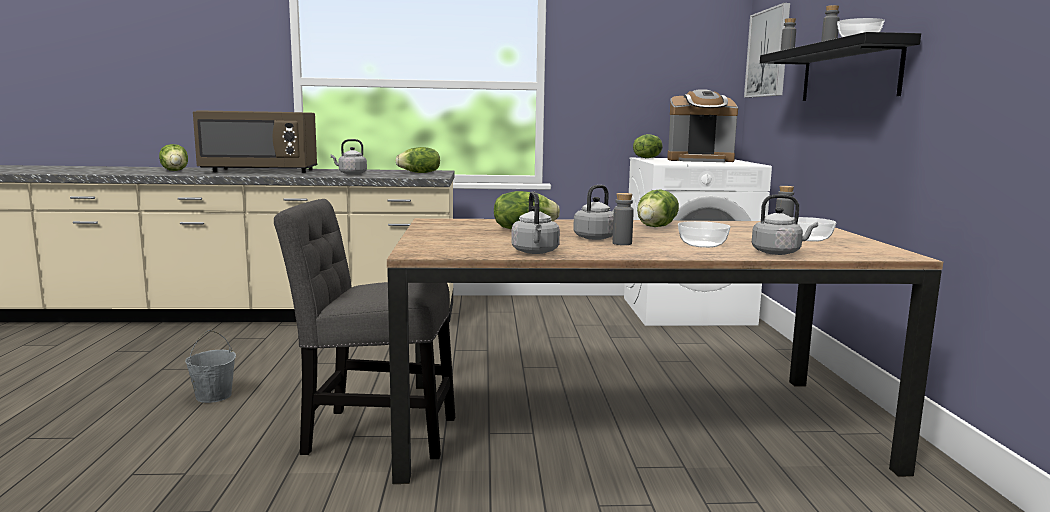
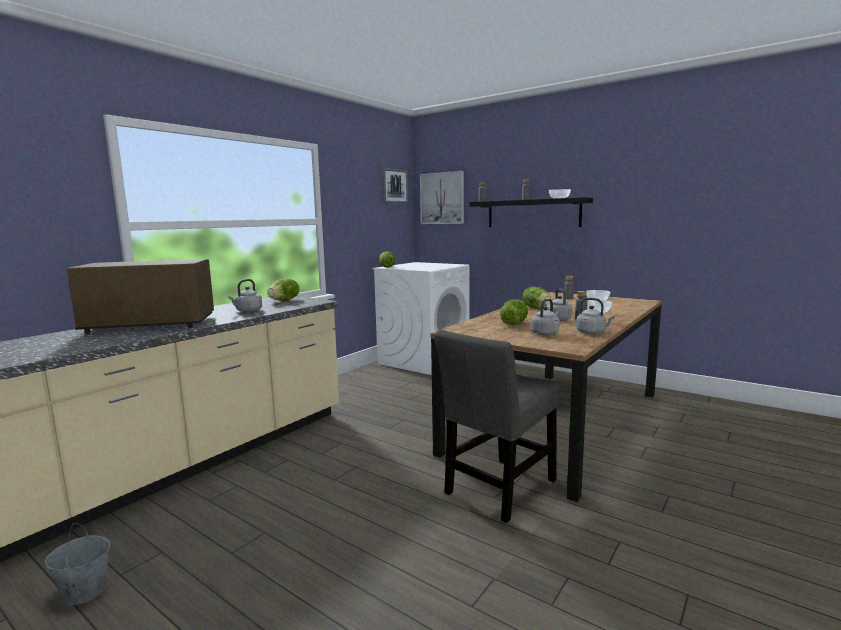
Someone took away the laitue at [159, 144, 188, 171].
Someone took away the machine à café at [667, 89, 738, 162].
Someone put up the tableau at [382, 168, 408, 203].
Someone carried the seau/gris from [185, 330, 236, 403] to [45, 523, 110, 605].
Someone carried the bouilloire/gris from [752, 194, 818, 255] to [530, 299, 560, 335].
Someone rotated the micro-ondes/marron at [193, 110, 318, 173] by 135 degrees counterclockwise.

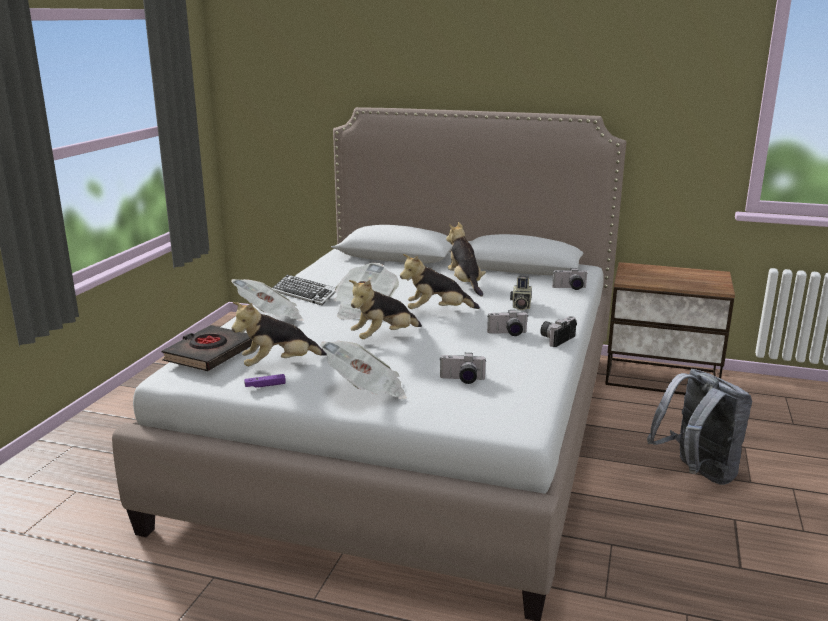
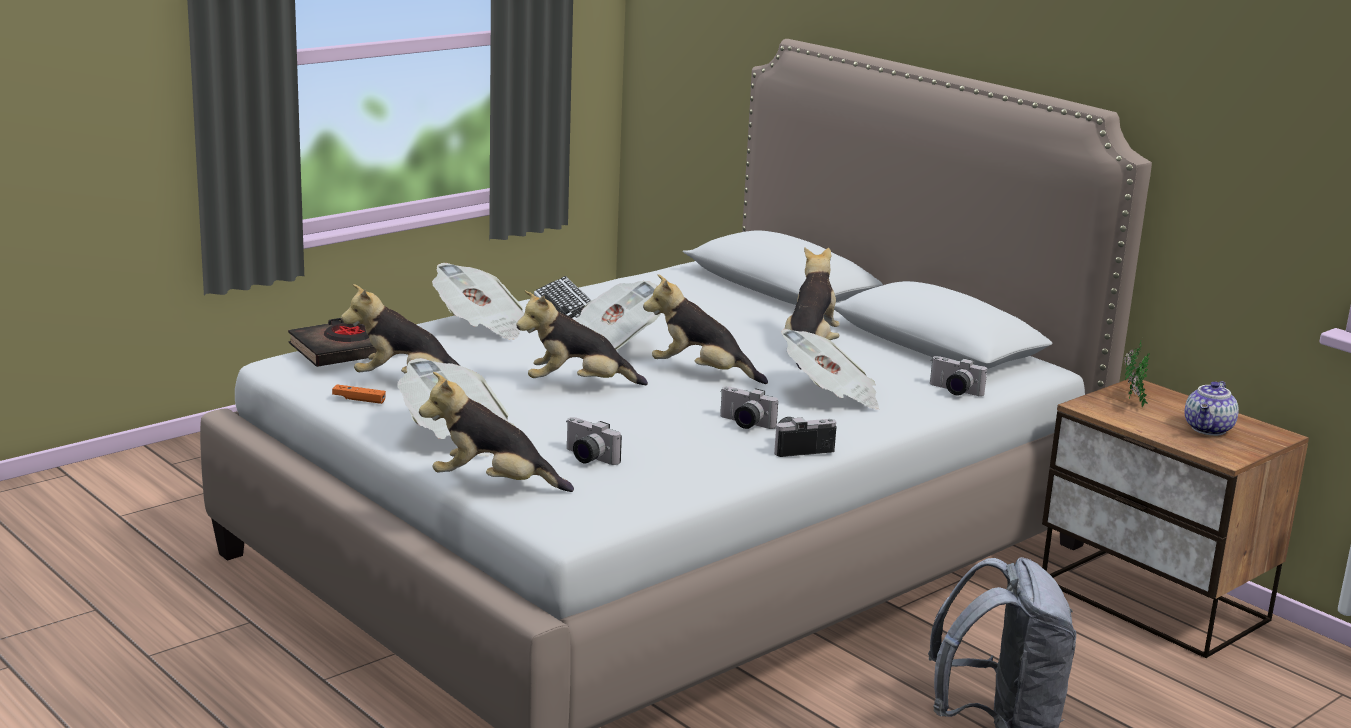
Someone put down the peluche at [419, 372, 574, 492].
Someone put down the plante en pot at [1124, 337, 1150, 408].
Someone put down the théière at [1185, 381, 1239, 436].
Someone swapped the appareil photo at [510, 276, 532, 310] for the journal at [781, 329, 879, 409].
Someone repainted the manette/violet at [244, 374, 286, 388], which became the manette/orange at [332, 384, 386, 404].

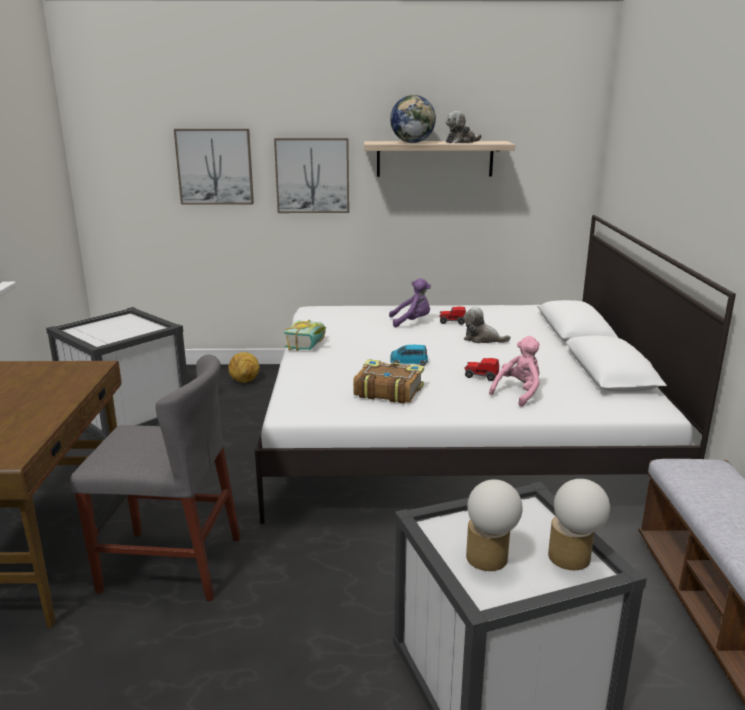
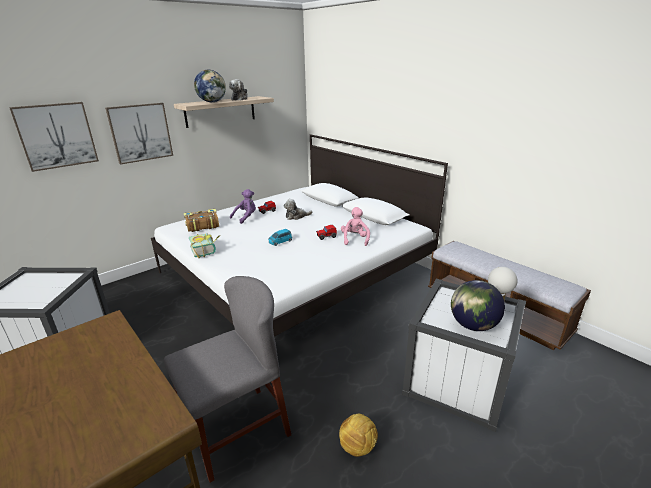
Someone carried the ballon de foot from [228, 352, 260, 383] to [339, 414, 378, 457].
Someone carried the livre from [353, 359, 424, 404] to [184, 209, 219, 232].
Someone swapped the lampe de table at [466, 479, 523, 571] for the globe at [451, 280, 505, 331].

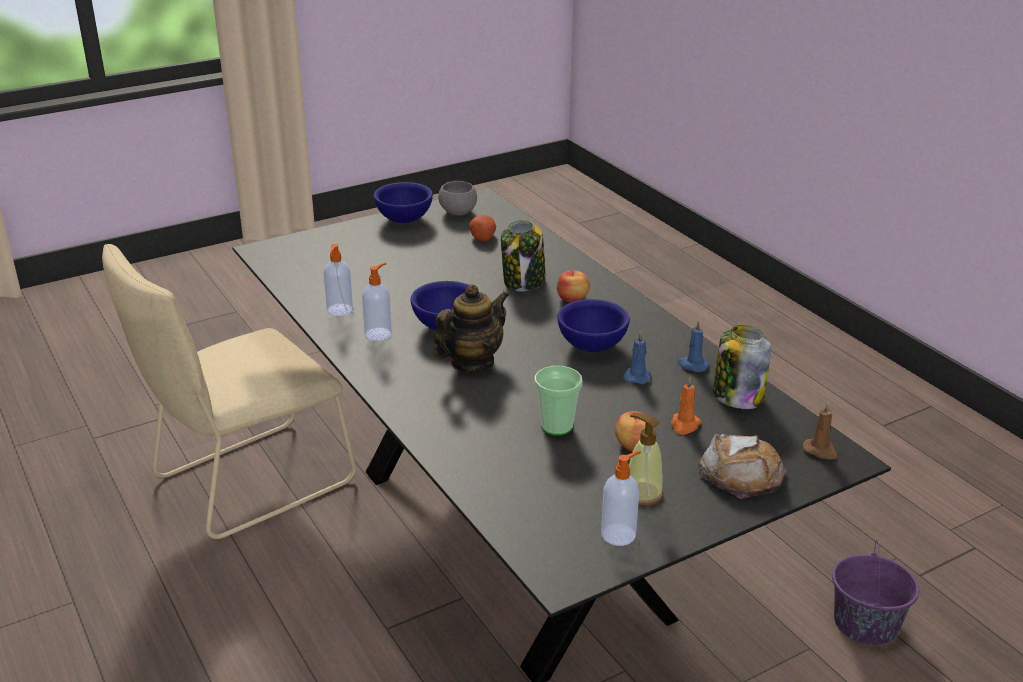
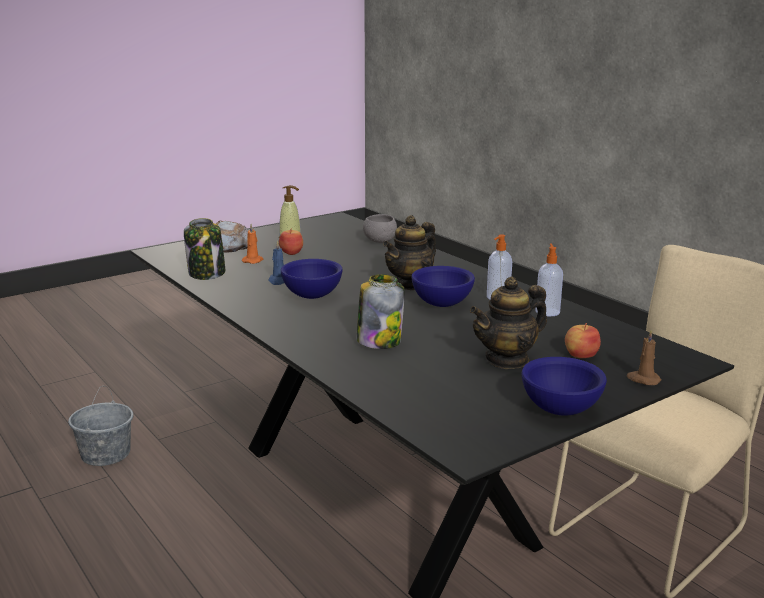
Someone took away the pomme de terre at [469, 215, 496, 241].
Someone took away the tasse at [535, 366, 582, 436].
Someone took away the distributeur de savon at [601, 451, 641, 546].
Someone took away the bougie/bleu at [677, 320, 709, 372].
Someone put down the théière at [470, 277, 547, 369].
Someone carried the bol/gris from [438, 181, 477, 216] to [363, 214, 397, 243].
Someone carried the pomme from [557, 271, 590, 302] to [565, 323, 601, 358].
Someone carried the bougie/marron from [803, 402, 838, 459] to [627, 330, 662, 385].
Someone repainted the seau/violet at [832, 540, 919, 645], which became the seau/gris at [68, 386, 133, 466].

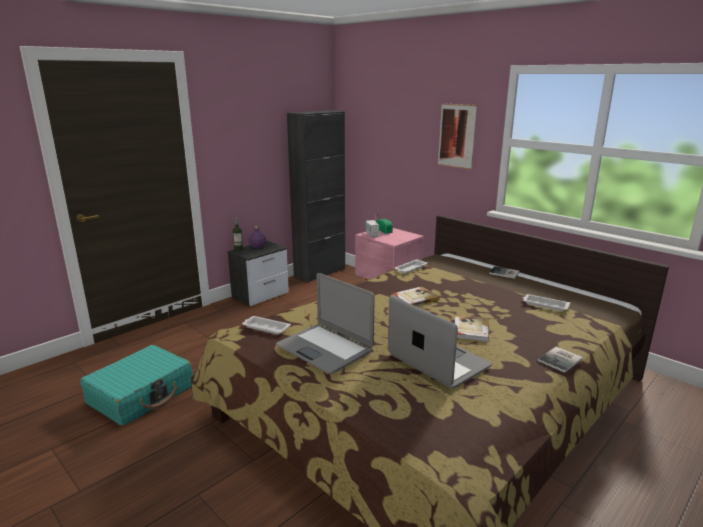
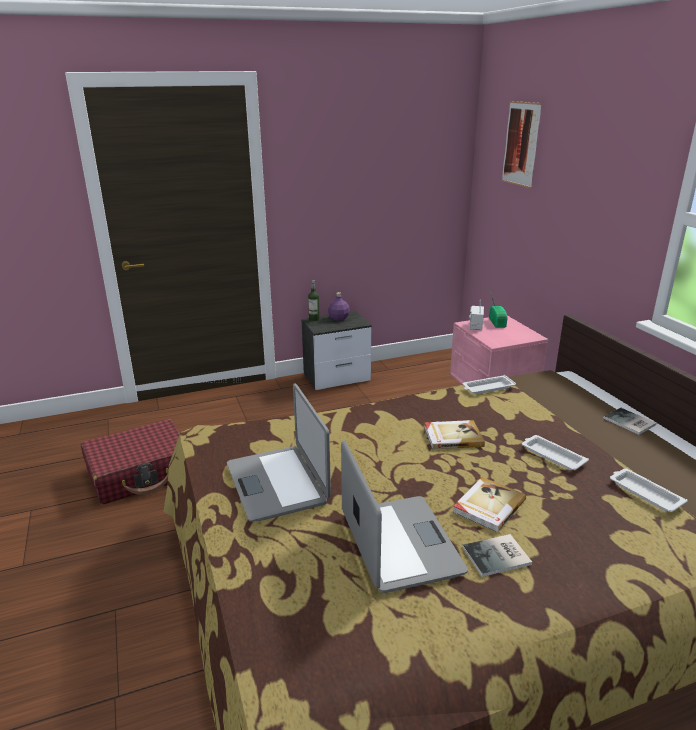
Someone took away the meuble de rangement/noir at [287, 110, 345, 283].
Someone carried the plateau/blanc from [242, 316, 291, 335] to [522, 435, 589, 470].
Someone carried the tableau from [438, 103, 477, 169] to [502, 101, 542, 188].
Someone carried the livre from [537, 346, 583, 373] to [462, 534, 532, 577].
Someone repainted the valise/turquoise at [80, 345, 193, 426], which became the valise/rouge at [81, 419, 180, 505].

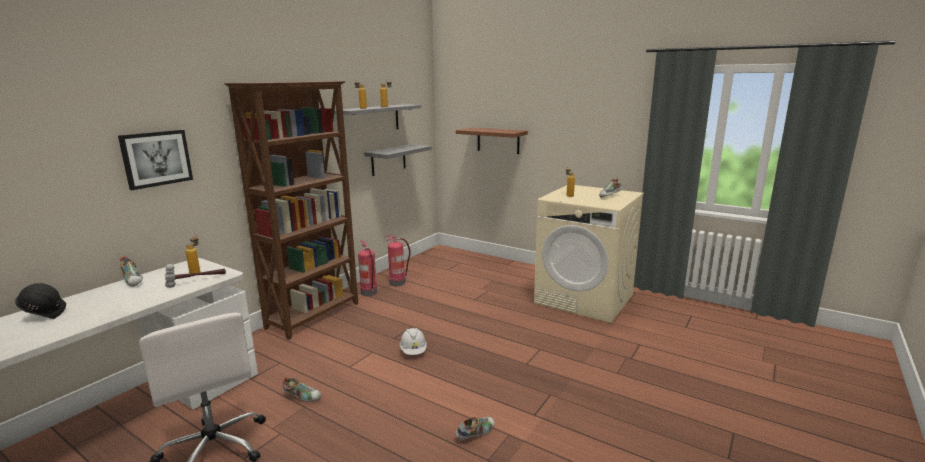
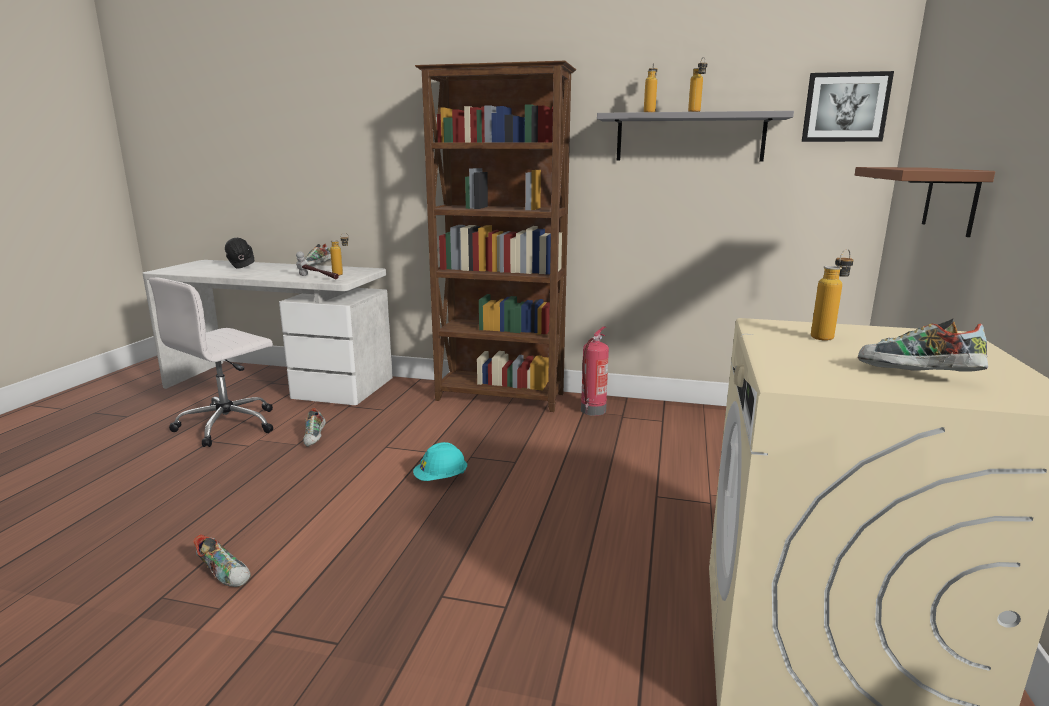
Someone took away the étagère/gris at [364, 144, 432, 176].
Someone took away the extincteur at [385, 235, 410, 286].
Someone carried the tableau from [118, 130, 193, 190] to [802, 71, 894, 142].
Someone repainted the casque de chantier/blanc at [400, 328, 427, 355], which became the casque de chantier/turquoise at [413, 442, 467, 481].

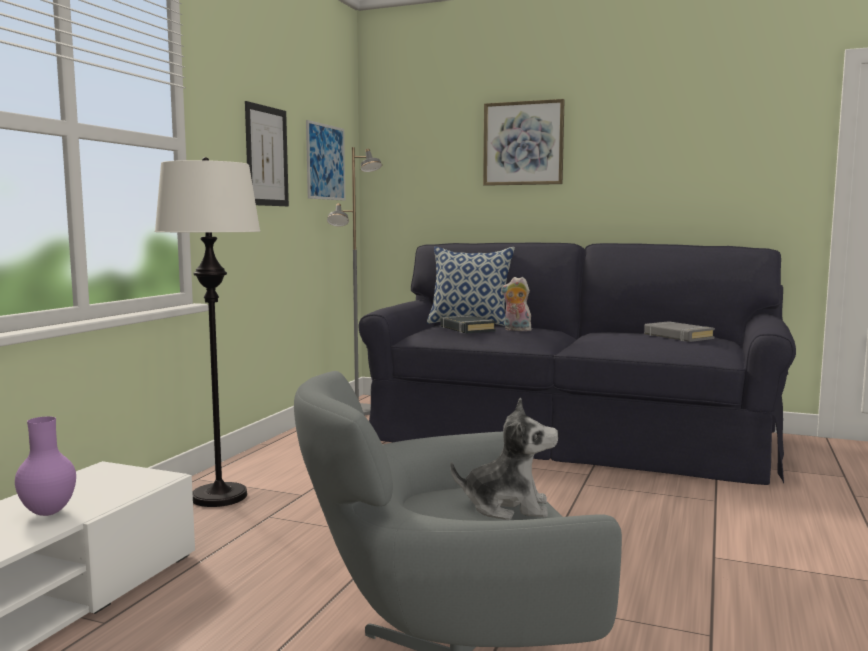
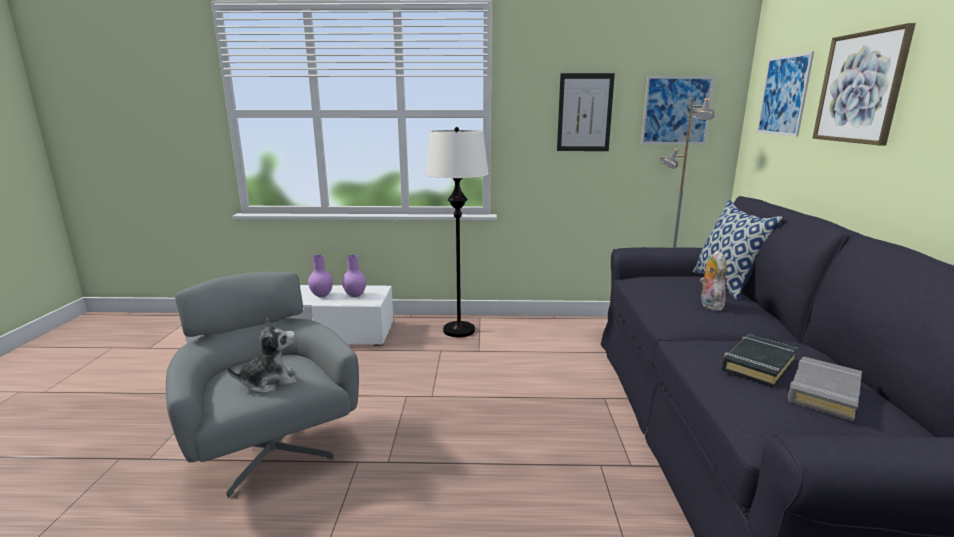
Someone put down the vase/violet at [342, 255, 366, 297].
Someone put up the tableau at [757, 52, 814, 136].
Someone carried the livre/noir from [440, 315, 496, 333] to [721, 334, 798, 388].
Someone rotated the peluche at [450, 398, 559, 520] by 105 degrees counterclockwise.

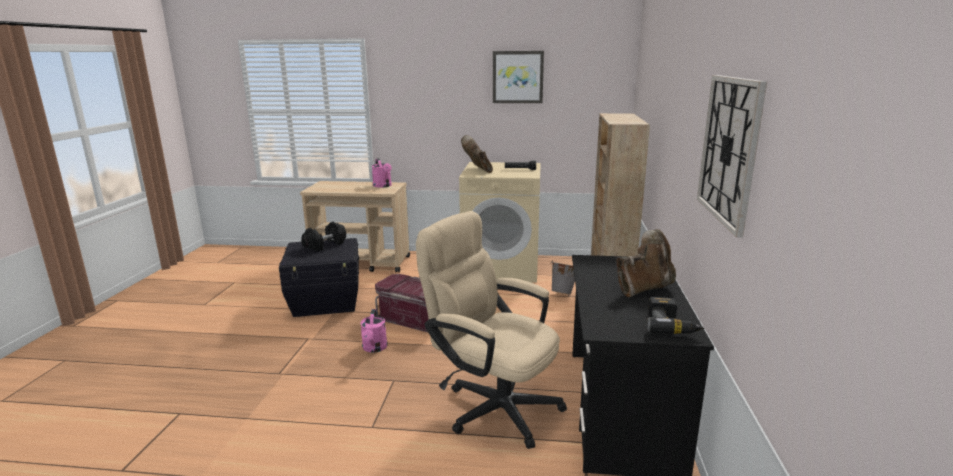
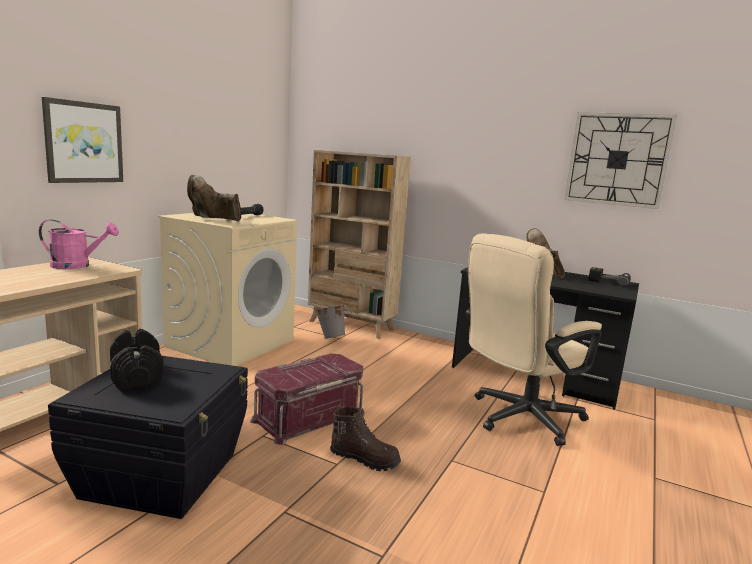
Someone carried the tableau from [493, 51, 544, 103] to [42, 97, 123, 183].
Someone swapped the arrosoir/rose at [360, 309, 388, 353] for the botte/marron at [330, 407, 401, 471].

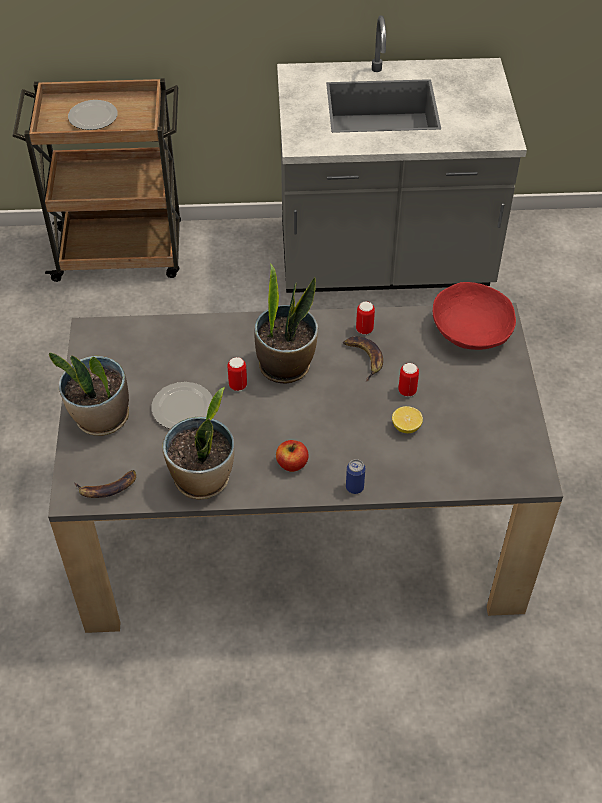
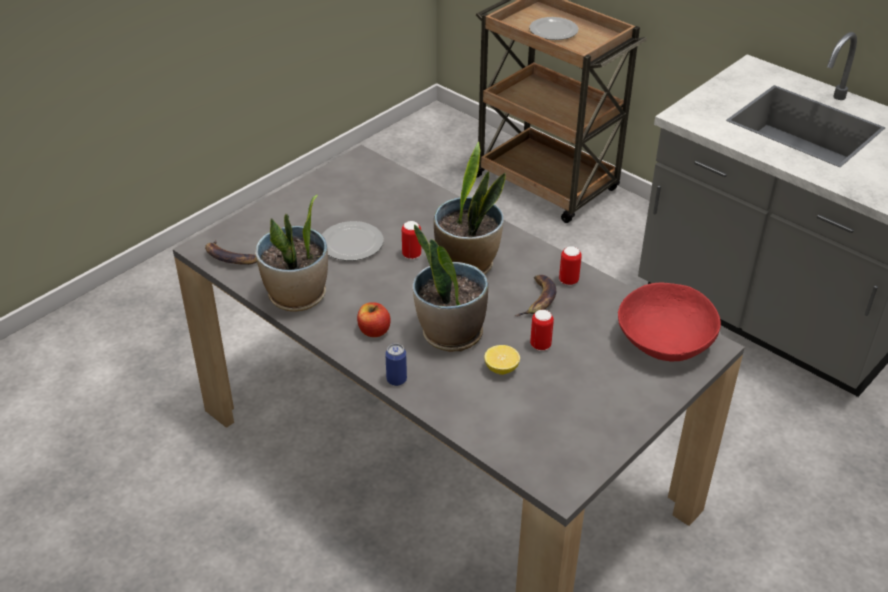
Someone carried the plante en pot from [49, 353, 129, 436] to [413, 224, 488, 352].

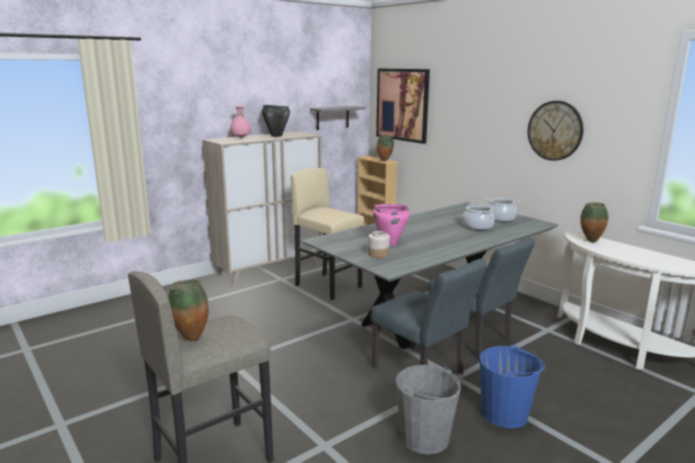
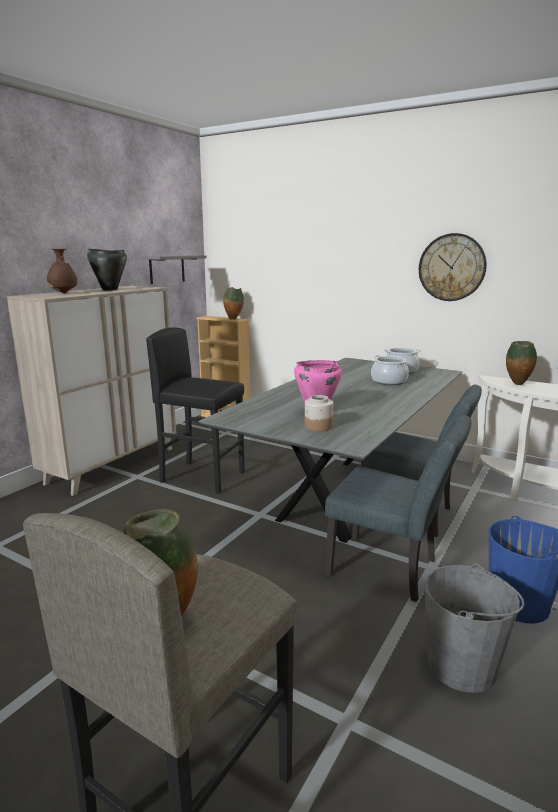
Someone took away the tableau at [376, 68, 430, 144].
Someone repainted the vase/rose at [230, 106, 251, 138], which became the vase/marron at [47, 249, 77, 293].
Someone repainted the tabouret/beige at [291, 168, 364, 300], which became the tabouret/noir at [146, 327, 245, 494].

